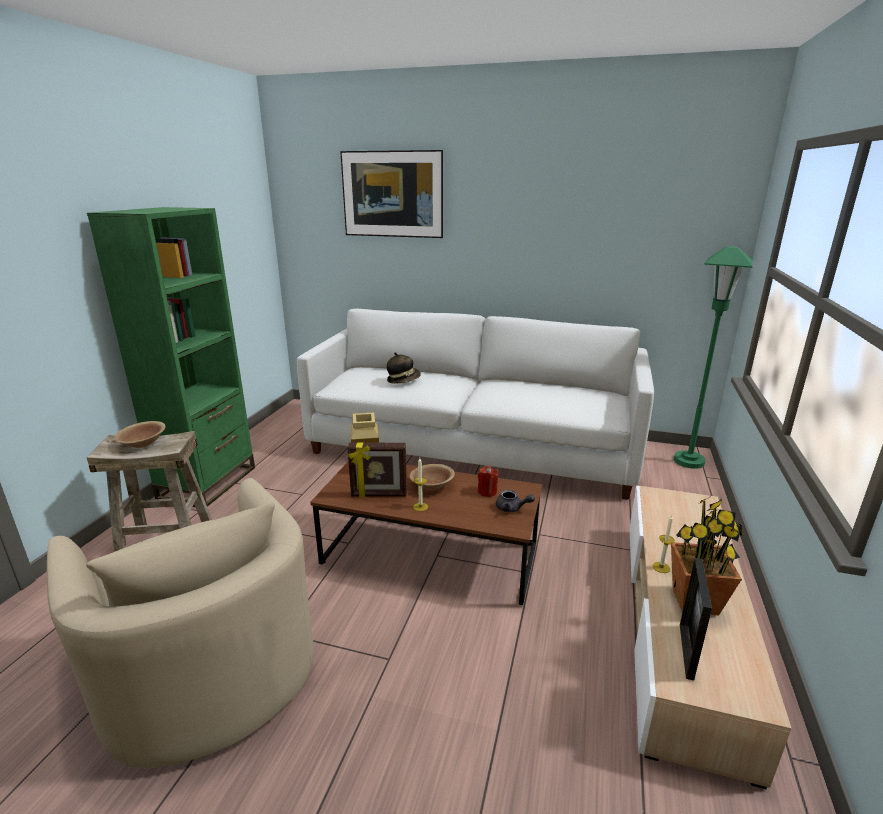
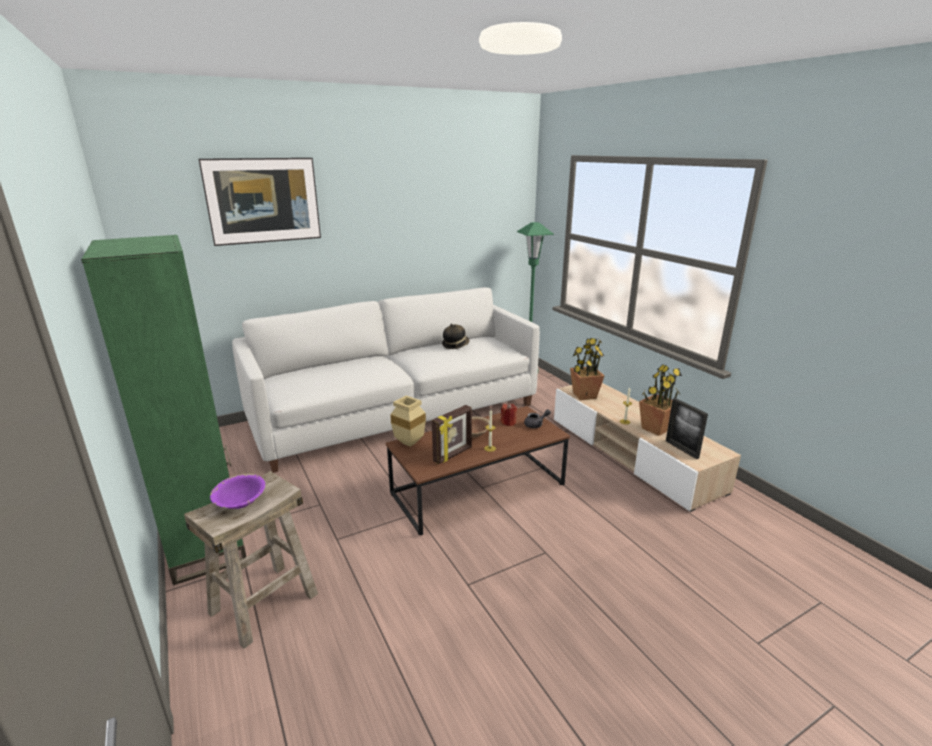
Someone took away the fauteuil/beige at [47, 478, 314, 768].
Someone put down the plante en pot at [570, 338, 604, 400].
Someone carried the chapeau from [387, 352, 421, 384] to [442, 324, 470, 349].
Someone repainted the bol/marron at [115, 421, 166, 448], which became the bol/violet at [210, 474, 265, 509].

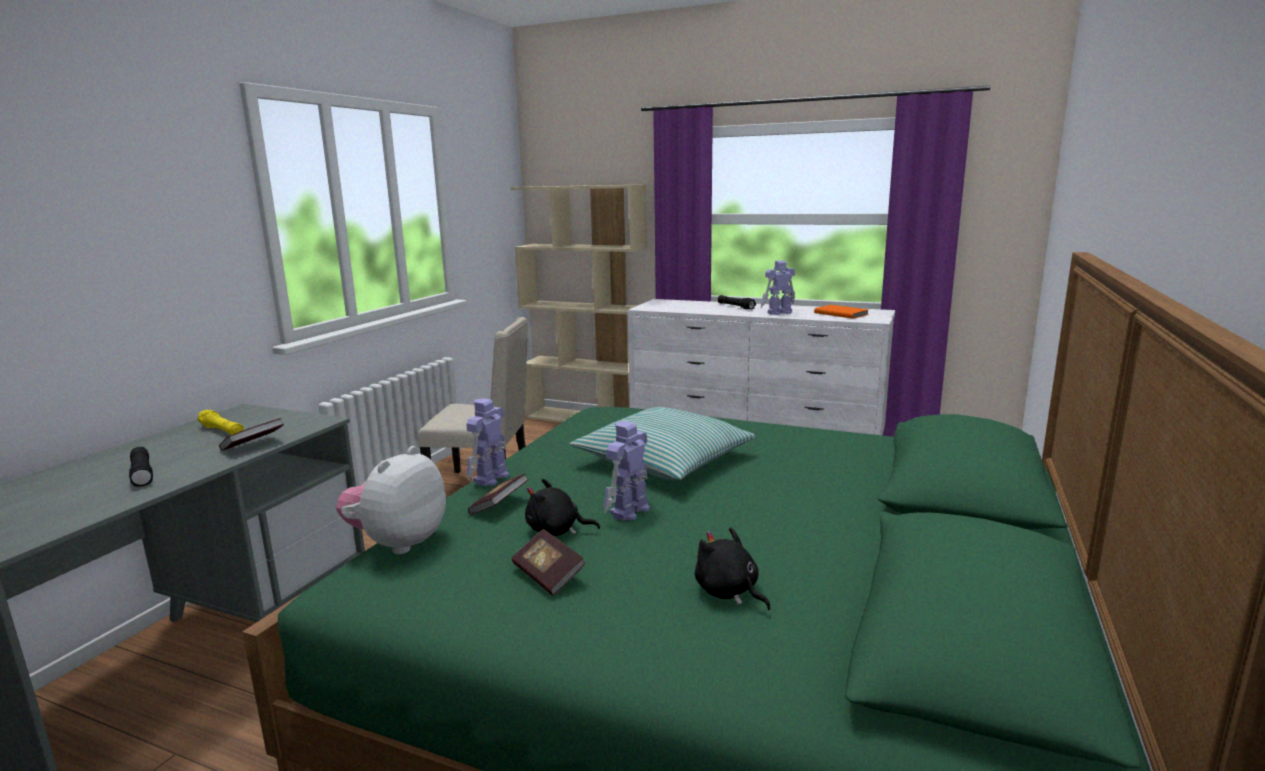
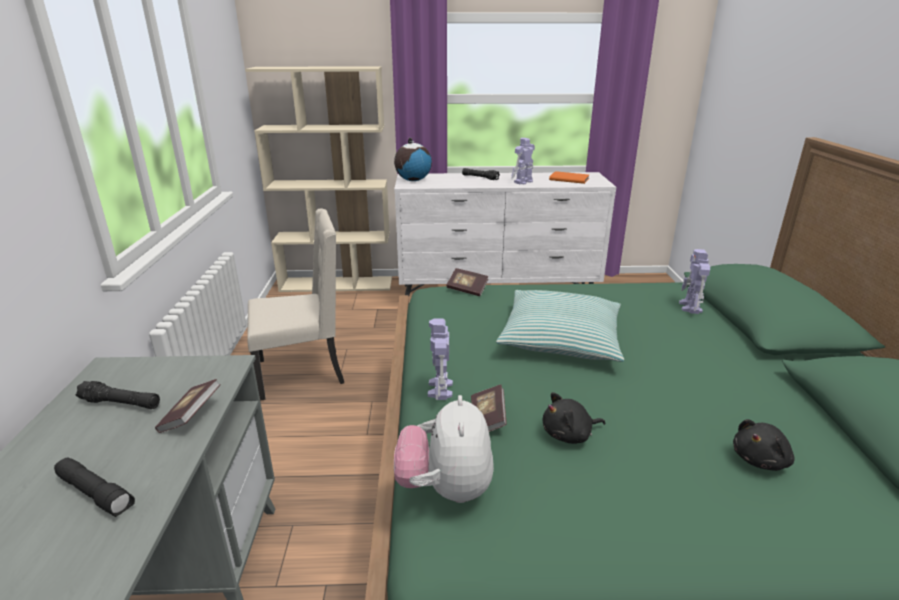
Someone put down the globe at [394, 138, 432, 181].
Someone carried the livre from [511, 529, 586, 596] to [446, 268, 488, 296].
Someone carried the robot jouet from [603, 421, 650, 521] to [679, 249, 710, 314].
Someone repainted the lampe de poche/jaune at [197, 410, 244, 435], which became the lampe de poche/noir at [76, 381, 160, 409].
Someone rotated the peluche/noir at [695, 527, 771, 610] by 60 degrees counterclockwise.

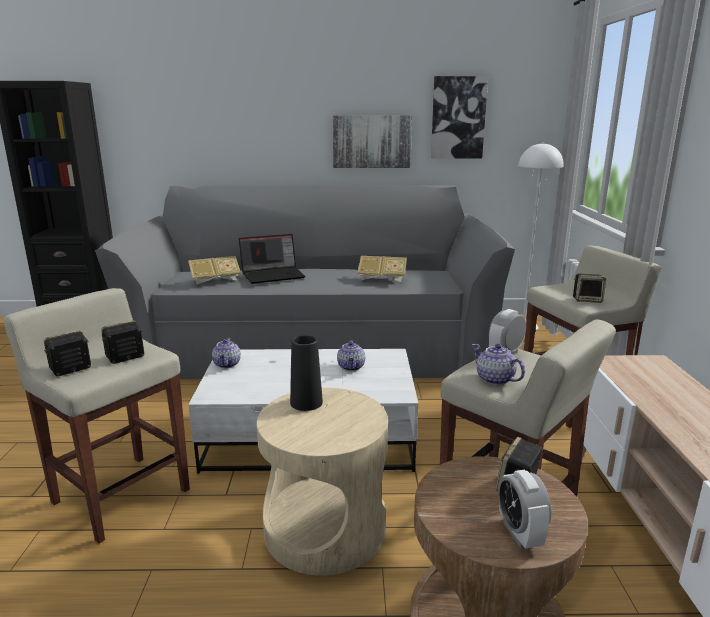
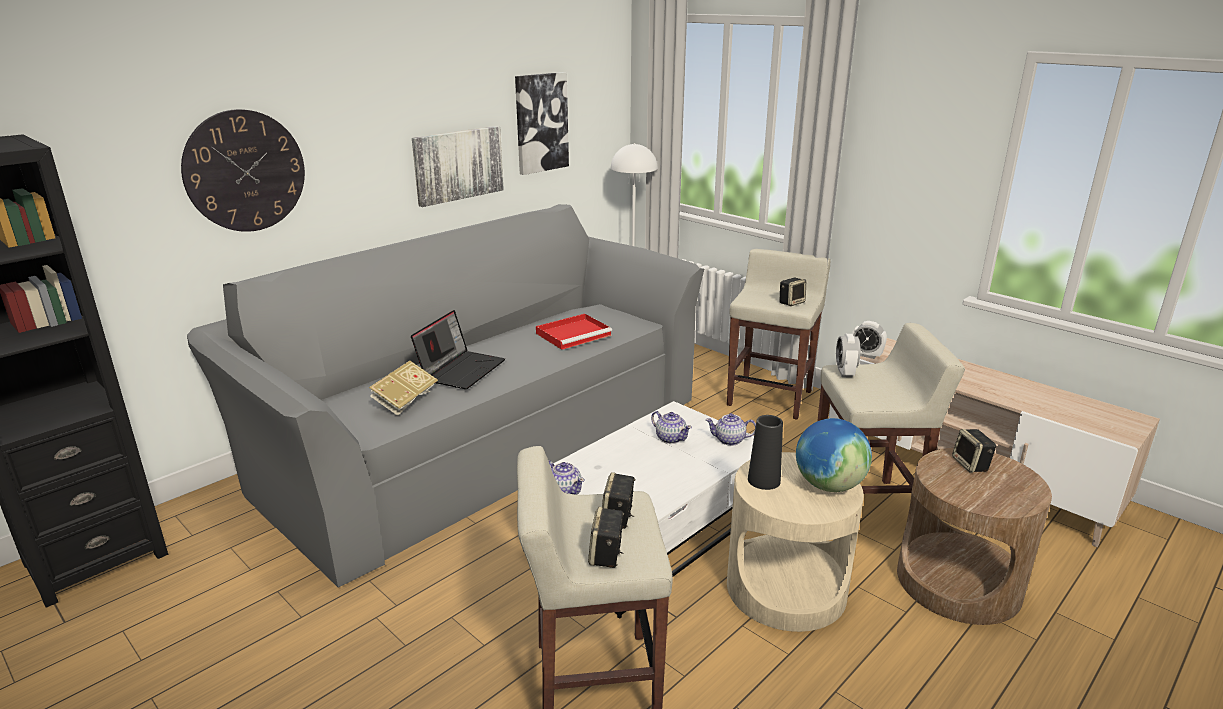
Someone put up the horloge murale at [181, 109, 305, 232].
Someone put down the globe at [796, 418, 872, 492].
Someone carried the théière from [472, 344, 525, 385] to [706, 413, 756, 446].
Someone carried the réveil from [498, 470, 551, 549] to [852, 321, 887, 359].
Someone swapped the livre at [357, 256, 407, 282] for the plateau/rouge at [536, 314, 612, 350].

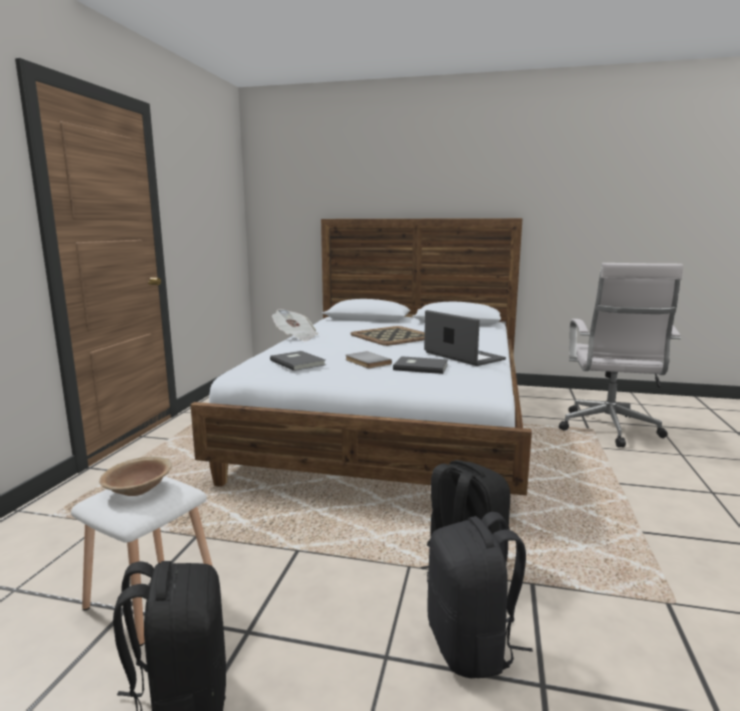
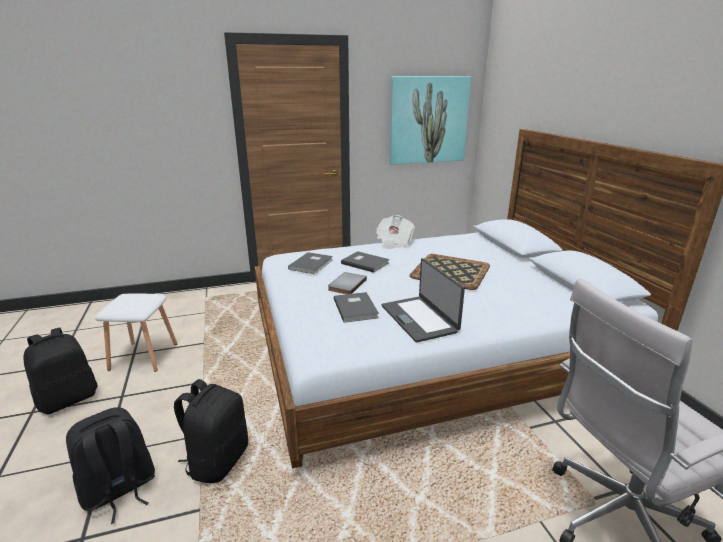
Someone took away the bol/marron at [99, 457, 172, 496].
Someone put down the livre/gris at [341, 251, 389, 273].
Someone put up the tableau at [390, 76, 471, 165].
Someone rotated the ordinateur portable at [424, 310, 506, 366] by 135 degrees clockwise.

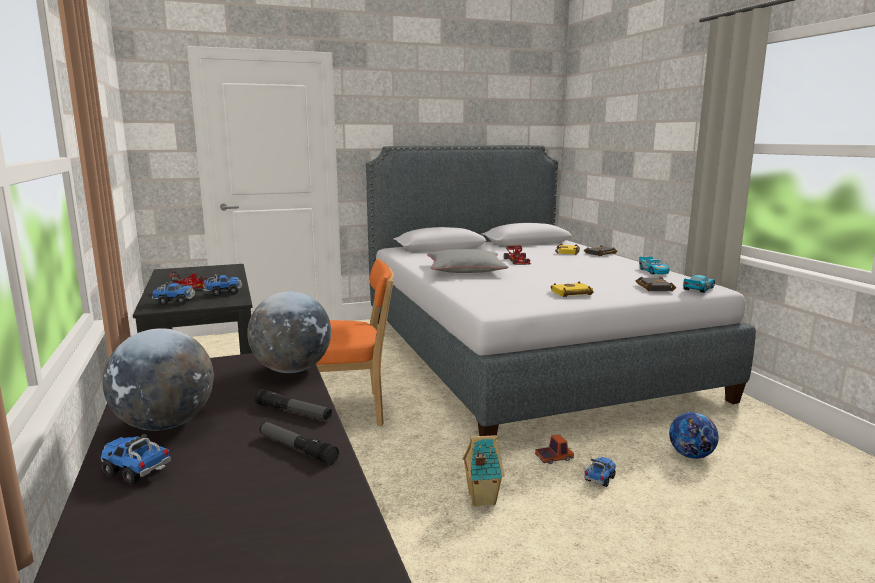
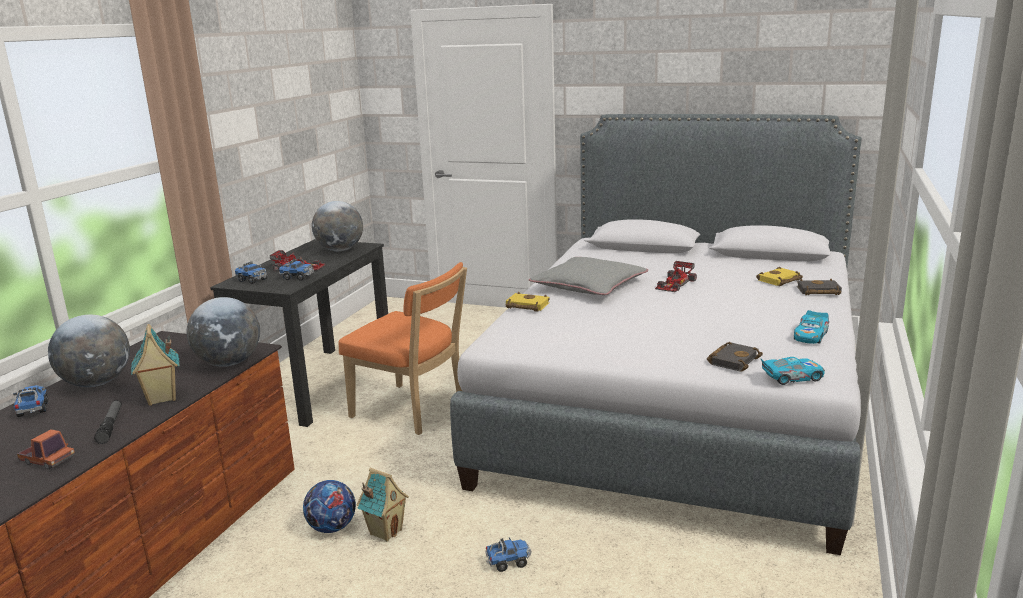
Someone put down the globe at [312, 201, 363, 251].
Someone carried the camion jouet from [535, 434, 574, 464] to [17, 429, 75, 469].
Someone carried the livre/jaune from [551, 282, 594, 297] to [505, 292, 550, 312].
Someone carried the ballon de foot from [669, 412, 719, 459] to [303, 480, 356, 533].
Someone swapped the lampe de poche at [255, 389, 332, 420] for the maison miniature at [131, 324, 180, 406].

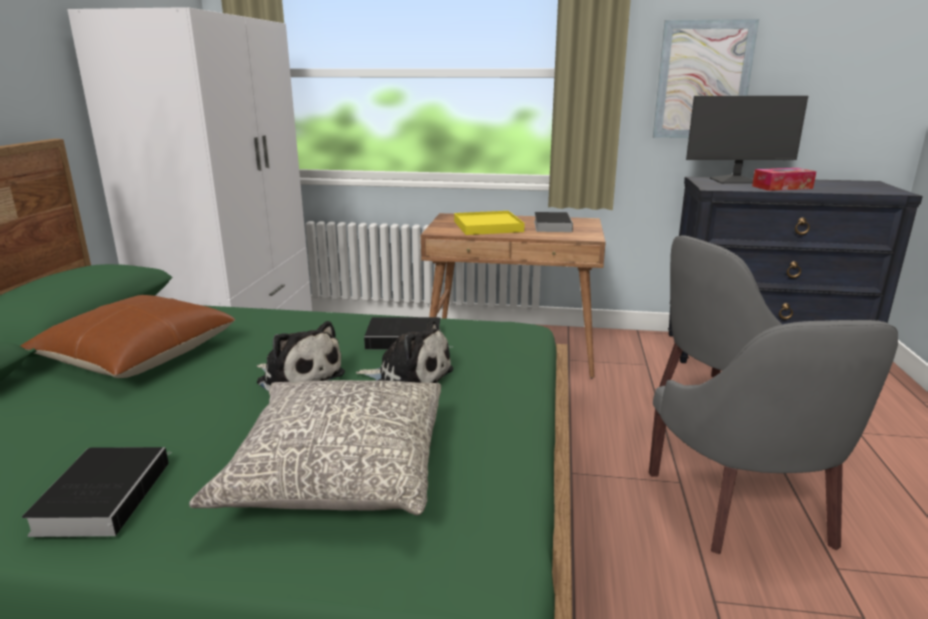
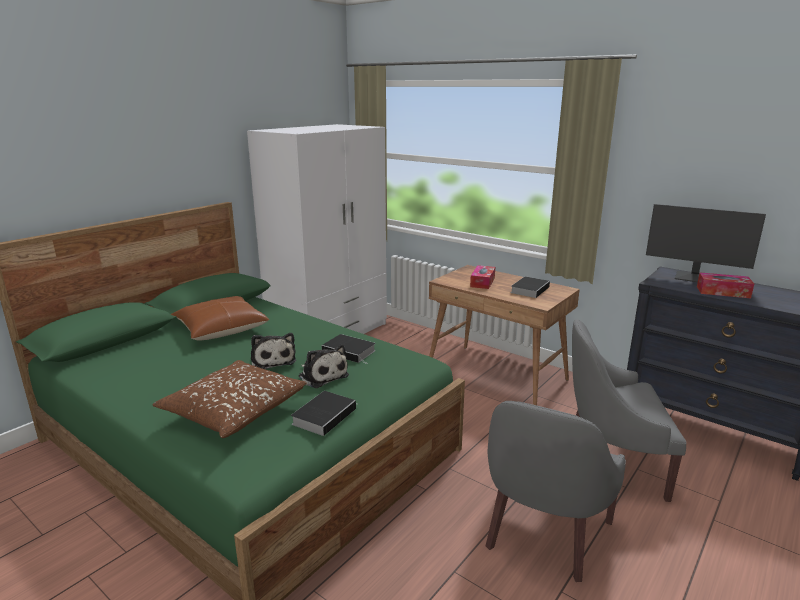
Someone took away the tableau at [653, 19, 759, 138].
Someone carried the livre from [22, 447, 172, 537] to [291, 391, 359, 436].
Someone swapped the plateau/jaune at [454, 211, 525, 235] for the boîte à mouchoirs at [470, 265, 495, 289].
Someone repainted the coussin/gris at [189, 380, 441, 515], which became the coussin/marron at [153, 360, 307, 438].

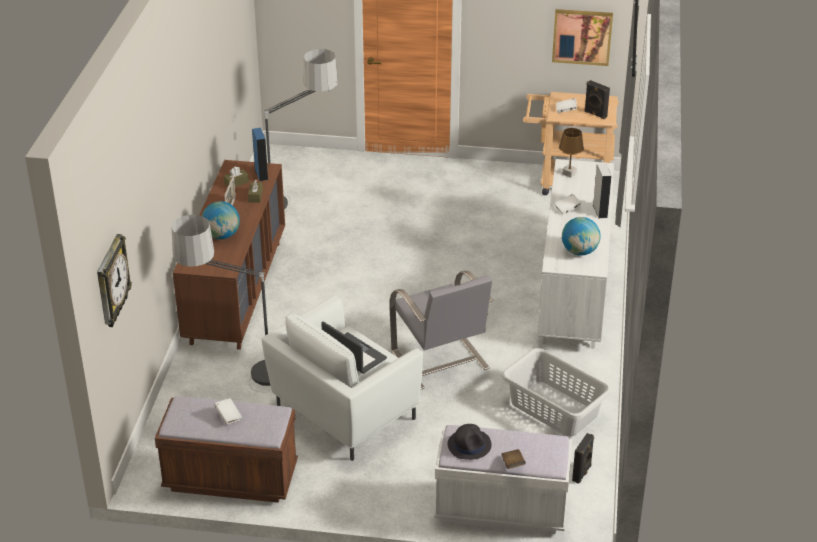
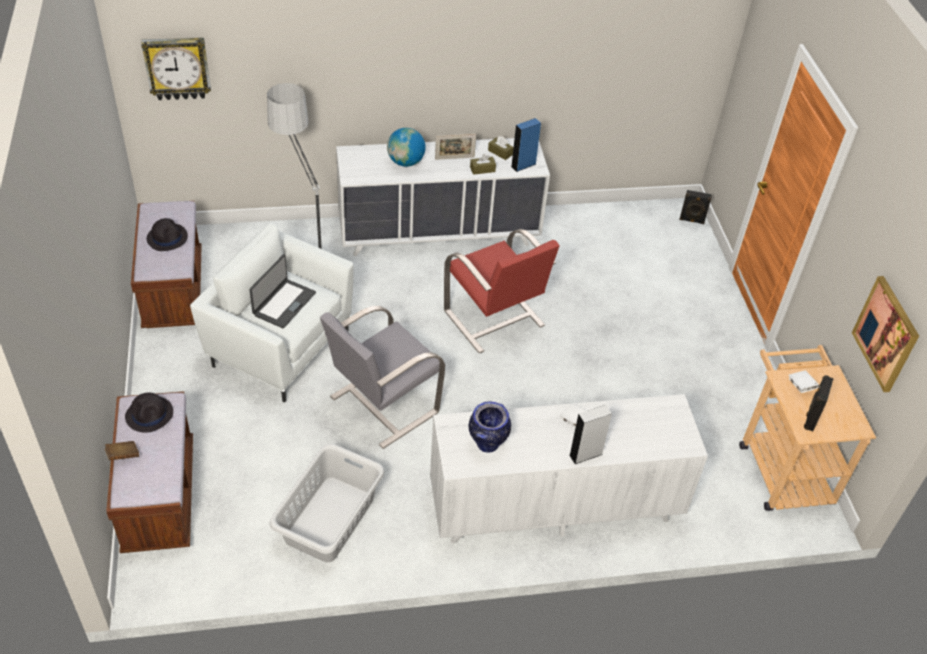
Someone took away the lampadaire at [263, 49, 338, 210].
Someone took away the lampe de table/marron at [559, 128, 584, 178].
Someone put down the fauteuil/rouge at [444, 229, 559, 353].
Someone carried the enceinte/noir from [572, 433, 594, 484] to [680, 190, 712, 224].
Someone swapped the livre/blanc at [214, 398, 242, 424] for the chapeau/noir at [147, 218, 188, 251].
Someone swapped the globe at [562, 217, 601, 256] for the vase at [469, 402, 511, 453].
Someone repainted the commode/marron at [173, 160, 285, 350], which became the commode/blanc at [336, 138, 550, 256].
Someone repainted the banc/blanc at [434, 425, 572, 534], which became the banc/marron at [106, 391, 193, 553].

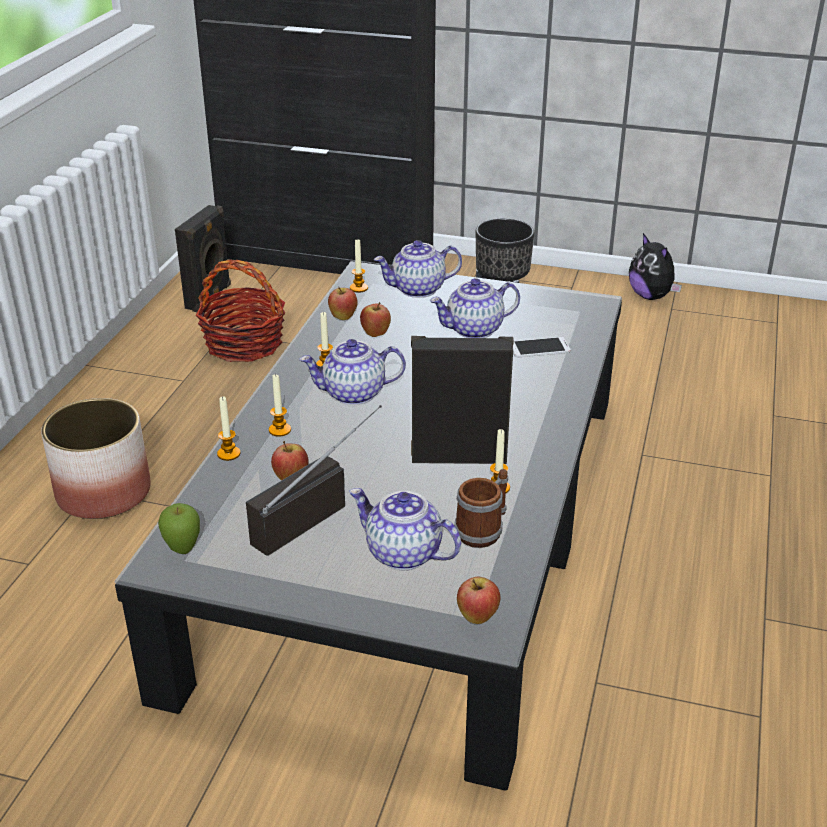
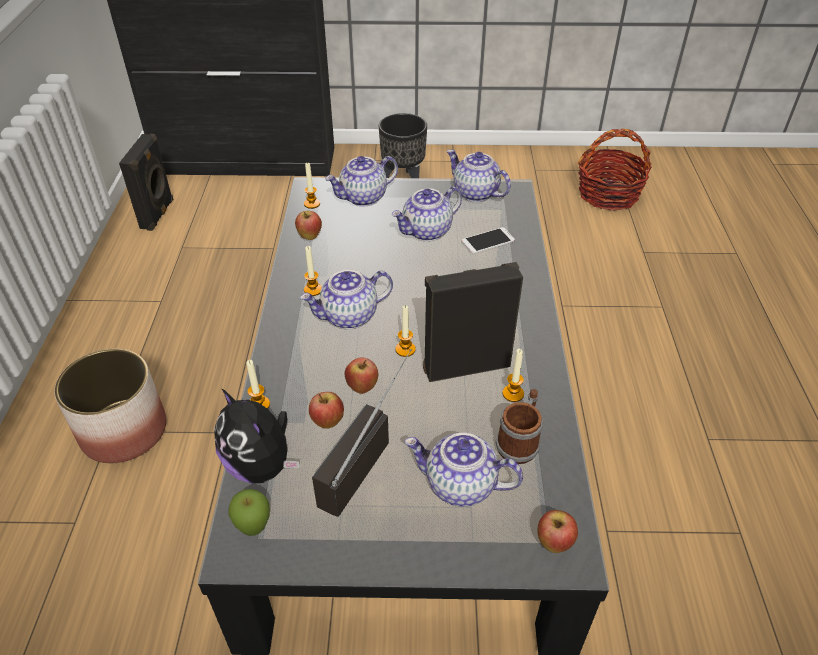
Someone put down the théière at [447, 150, 511, 202].
Someone carried the panier from [196, 260, 285, 362] to [578, 129, 652, 211].
Someone carried the bougie from [269, 374, 291, 437] to [395, 305, 416, 357].
Someone carried the pomme from [360, 302, 391, 337] to [344, 357, 378, 394].
Someone carried the peluche from [629, 233, 682, 300] to [214, 388, 300, 484].

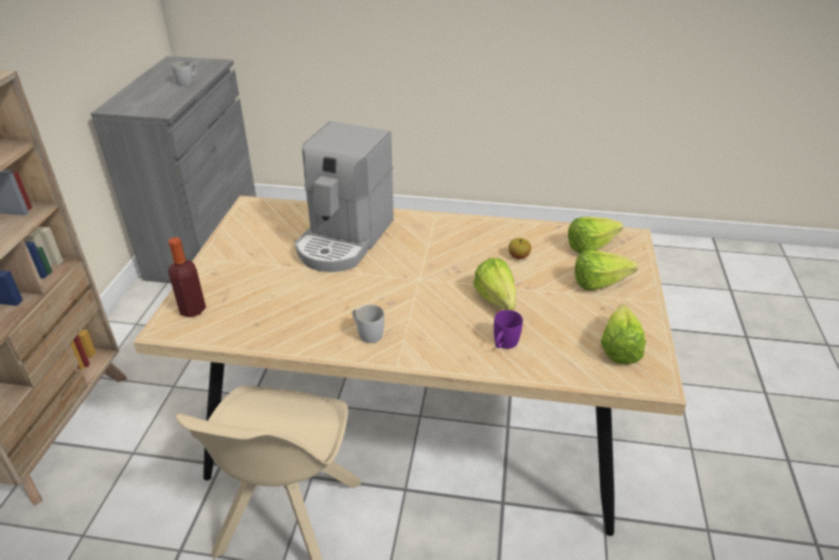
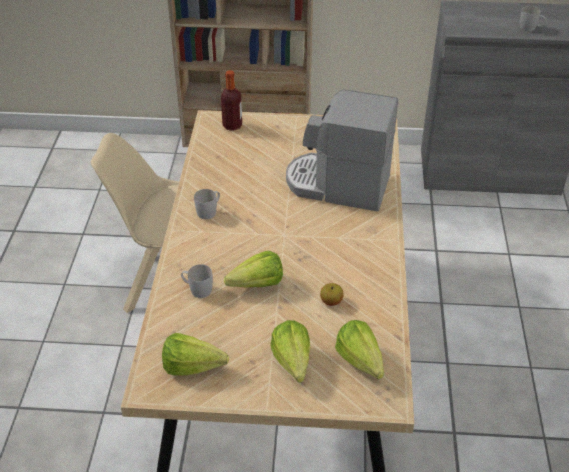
Someone repainted the mug/violet at [494, 310, 523, 349], which became the mug/blanc at [181, 264, 213, 298].

